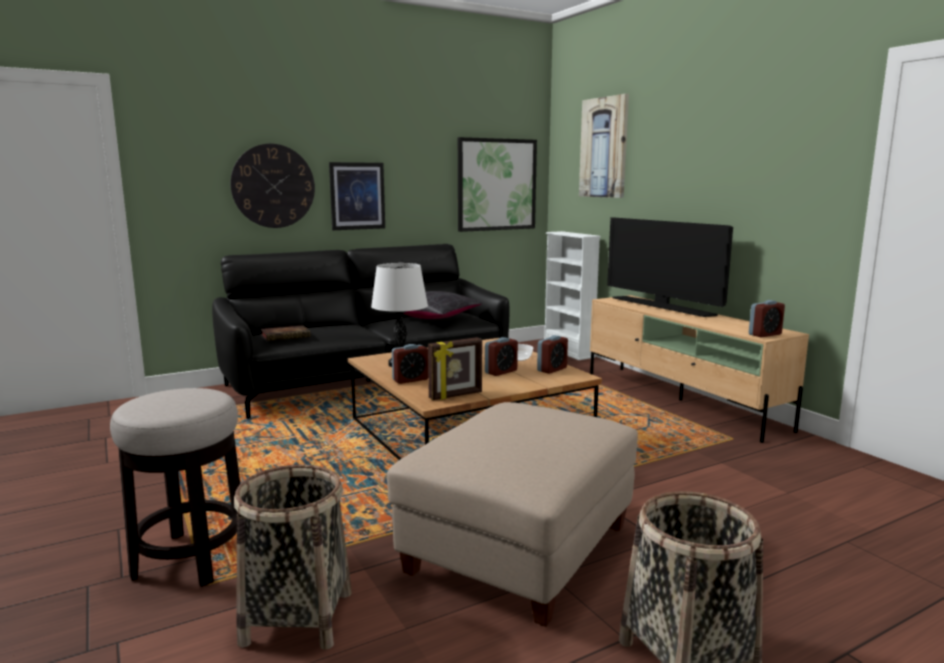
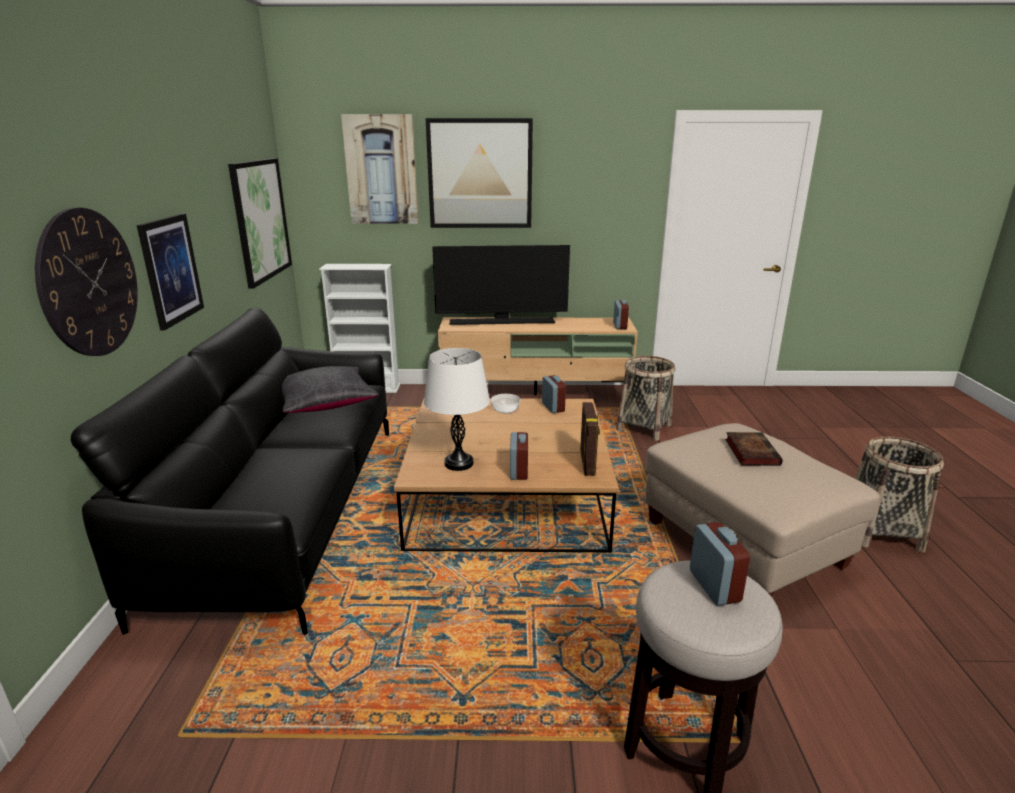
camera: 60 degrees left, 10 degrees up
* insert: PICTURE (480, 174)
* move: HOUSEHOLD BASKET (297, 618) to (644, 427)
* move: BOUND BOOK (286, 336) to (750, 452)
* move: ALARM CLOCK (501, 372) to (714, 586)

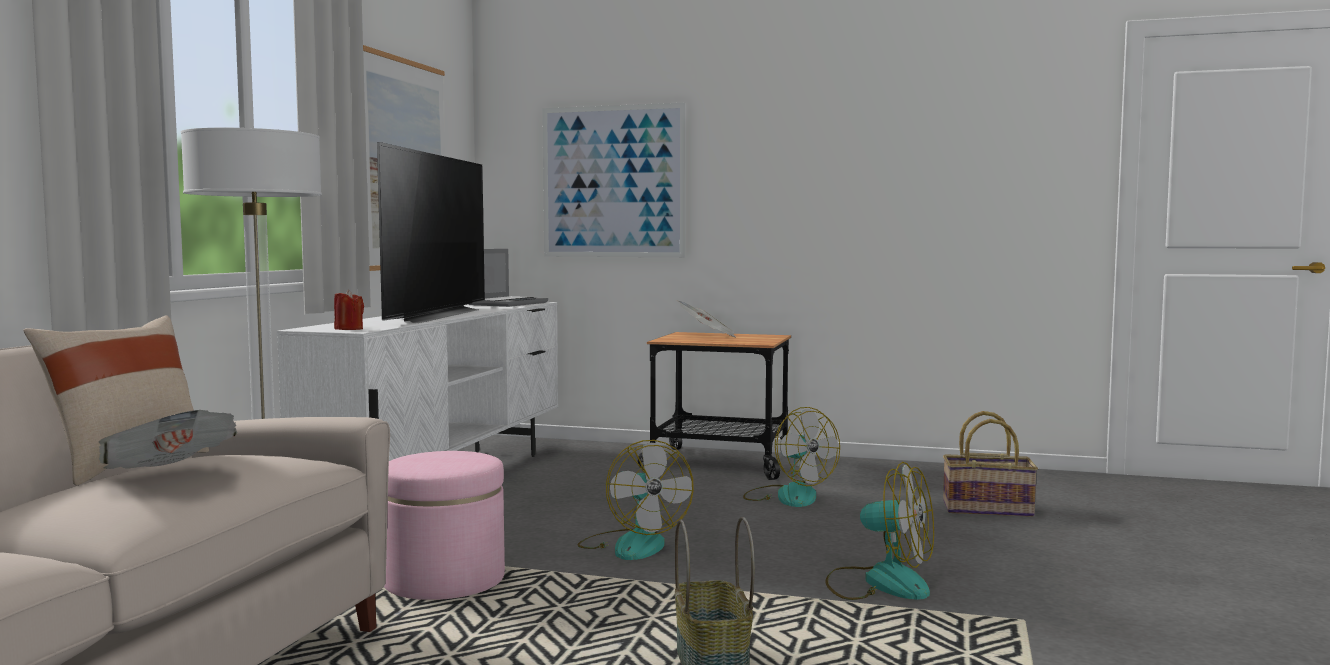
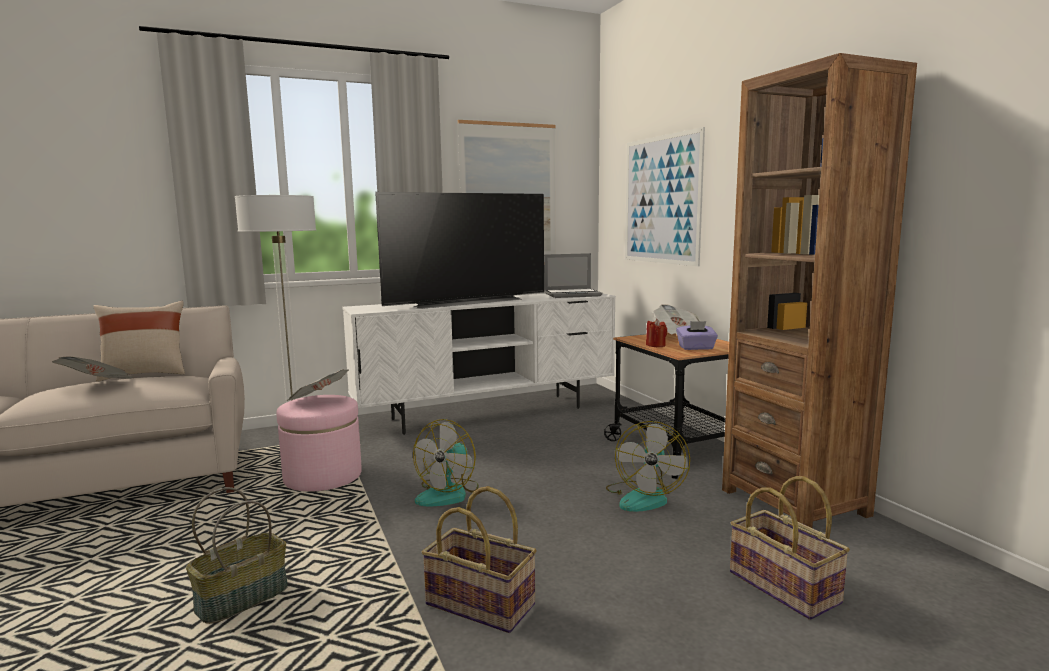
camera: 50 degrees right, 5 degrees up
* insert: NEWSPAPER (319, 401)
* insert: PURPLISH TISSUE BOX (696, 348)
* insert: BROWNISH SHELVING UNIT (794, 502)
* move: RED-COLOURED CANDLE (349, 329) to (655, 345)
* replace: ELECTRIC FAN (880, 582) to HOUSEHOLD BASKET (481, 603)

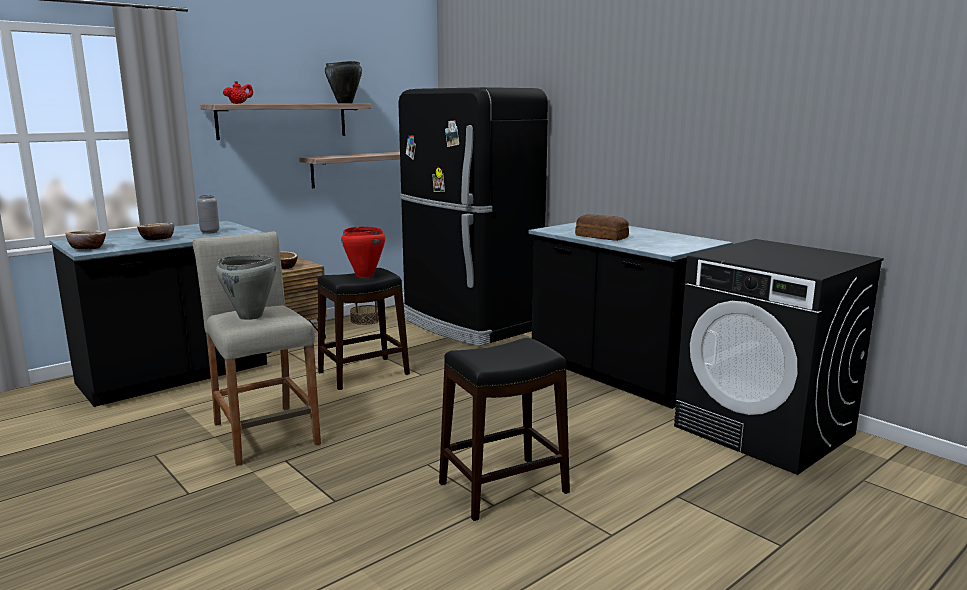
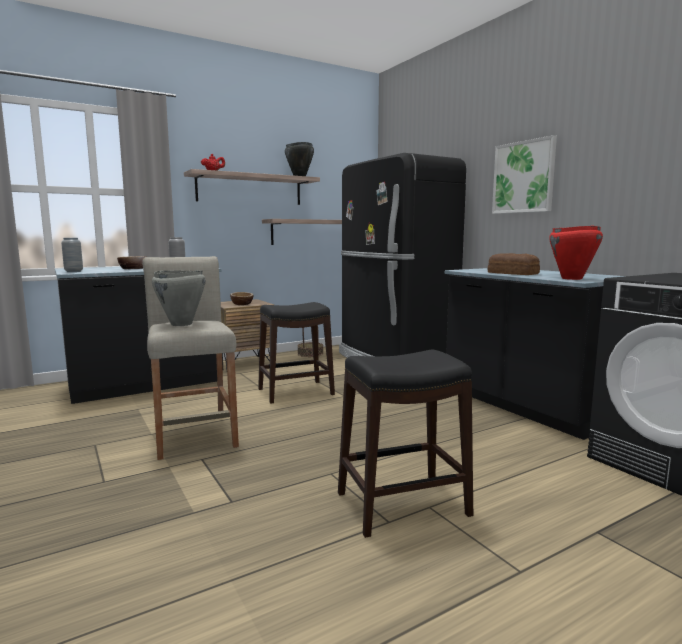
camera: 10 degrees right, 5 degrees down
* insert: PICTURE (523, 177)
* move: RED-COLOURED STOCKPOT (364, 275) to (571, 278)
* replace: DEEP DISH (87, 248) to GREYISH FLOWER VASE (73, 271)

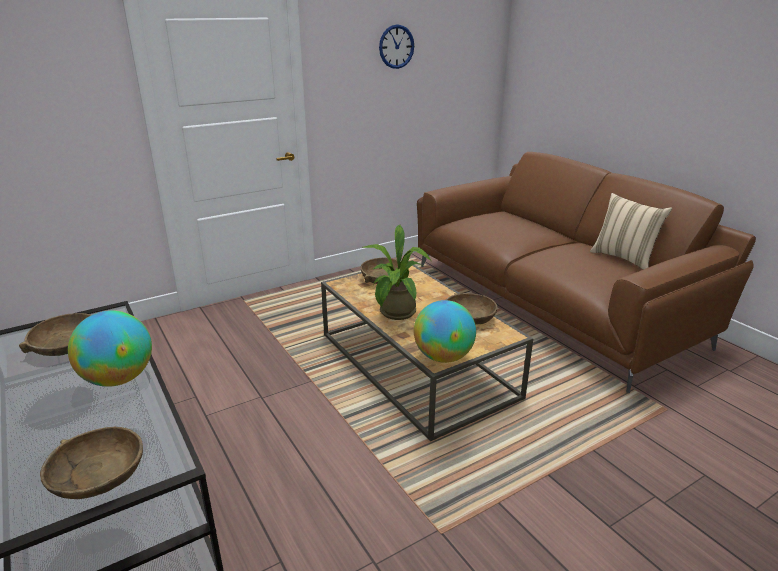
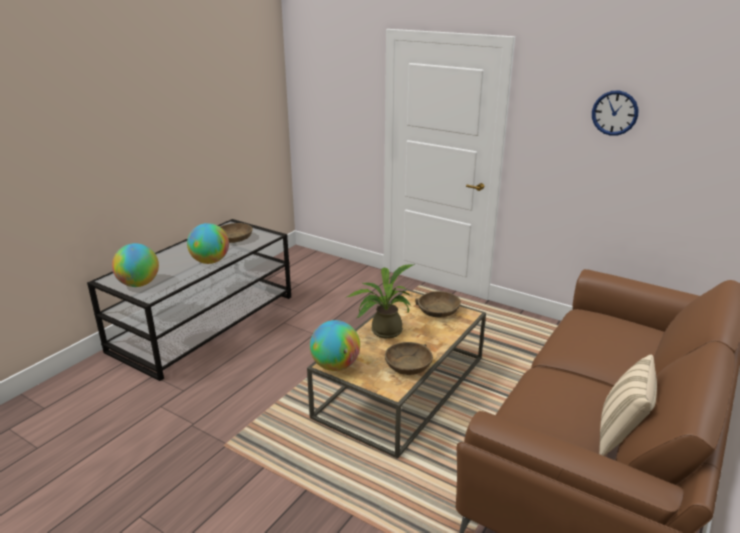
camera: 65 degrees right, 0 degrees up
* replace: BROWNISH DEEP DISH (97, 474) to WORLD GLOBE (139, 284)

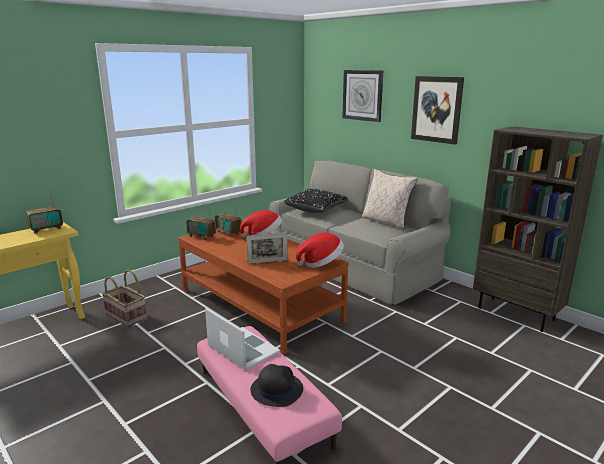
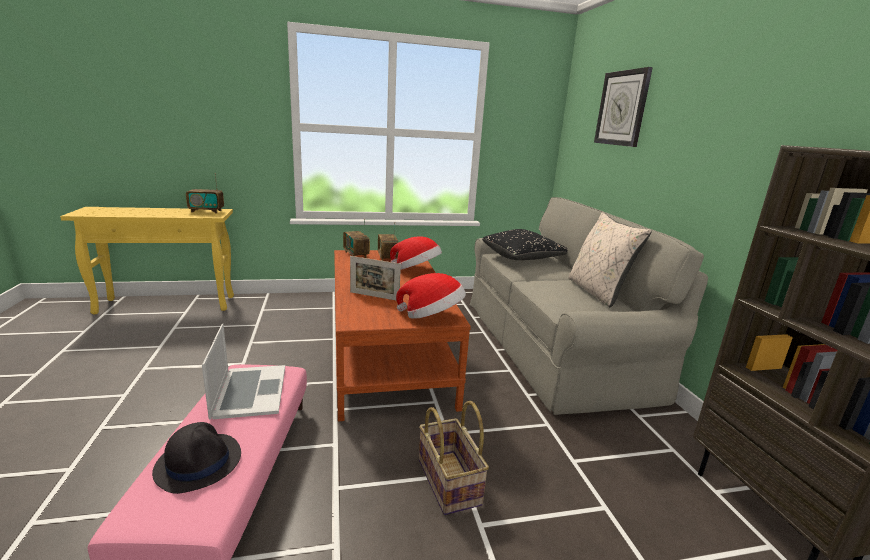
camera: 30 degrees right, 0 degrees up
* delete: PICTURE (436, 109)
* move: HOUSEHOLD BASKET (126, 316) to (450, 482)

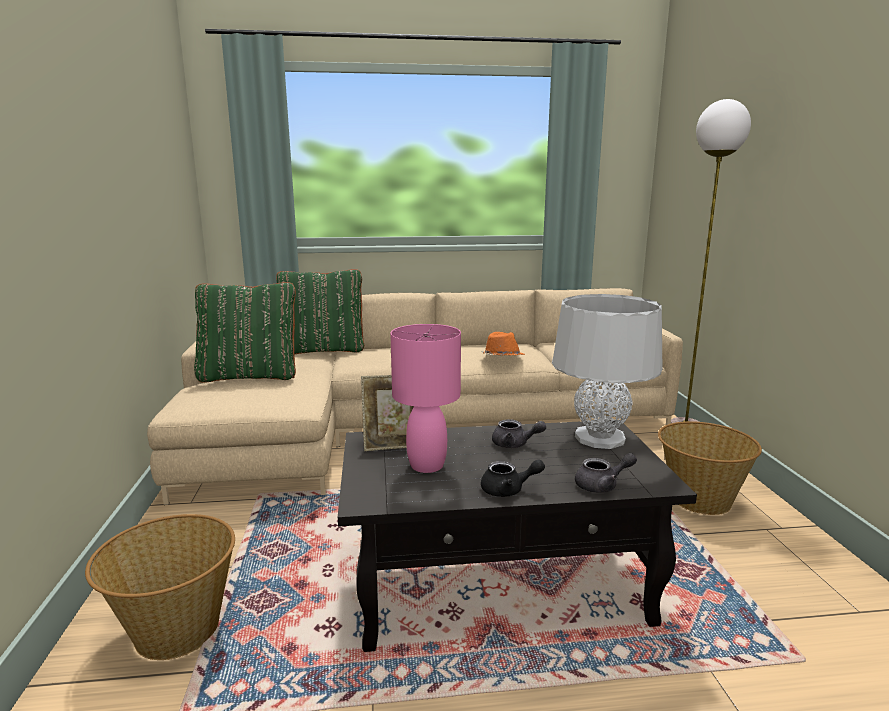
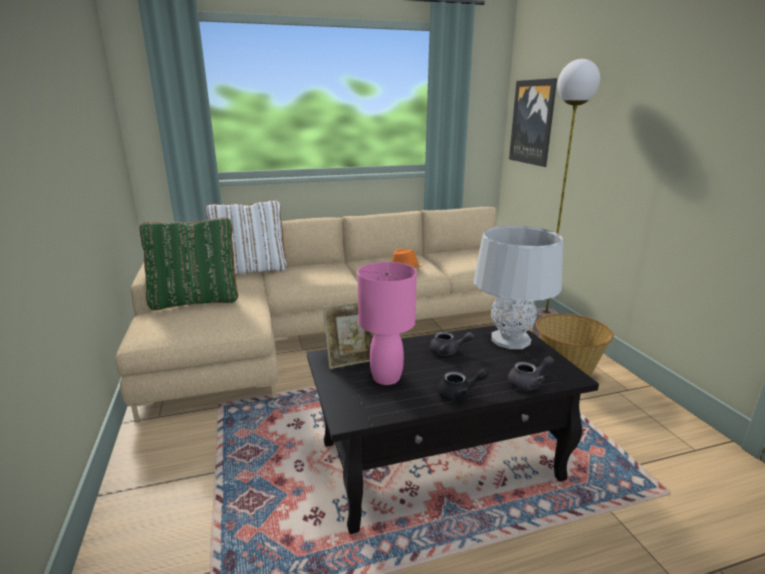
camera: 10 degrees left, 5 degrees up
* delete: HOUSEHOLD BASKET (175, 630)
* insert: PICTURE (533, 122)
* recolor: GREENISH PILLOW (323, 350) to WHITE-COLOURED PILLOW (250, 270)

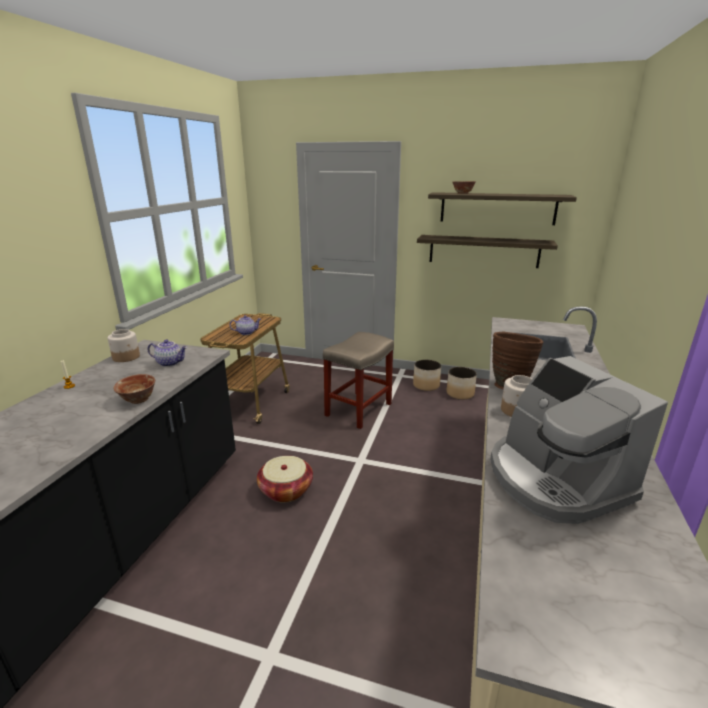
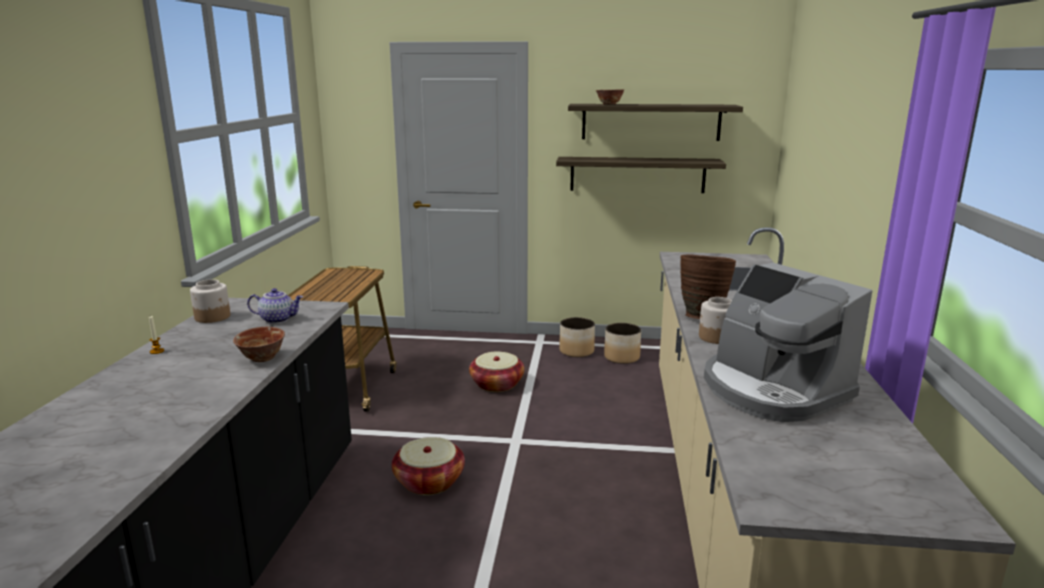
camera: 10 degrees left, 5 degrees down
* delete: POT FOR TEA (246, 332)
* replace: SAND-COLOURED STOOL SEAT (359, 409) to HOUSEHOLD BASKET (497, 384)

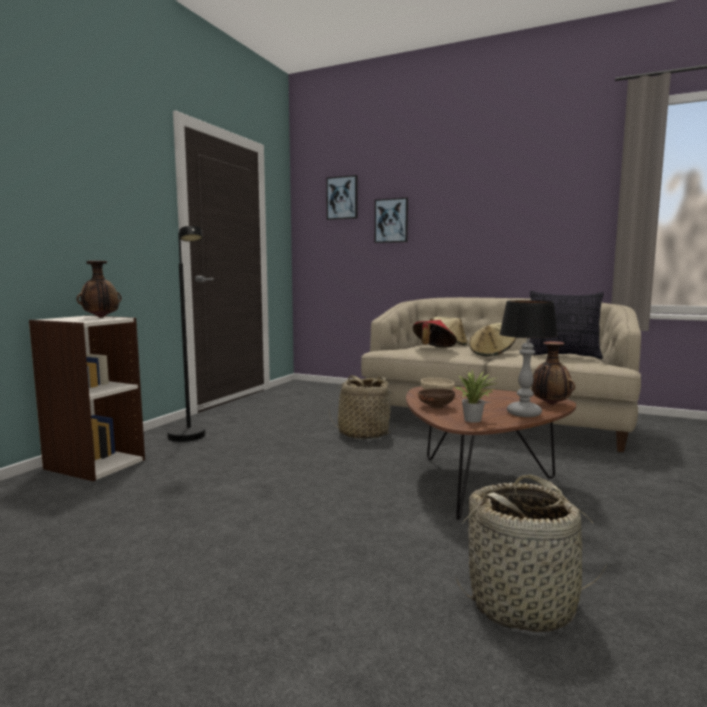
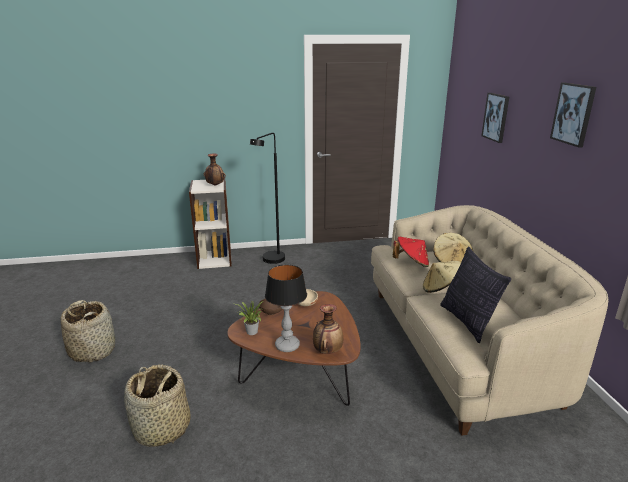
camera: 55 degrees right, 15 degrees up
* move: PICTURE (342, 198) to (573, 114)
* move: HOUSEHOLD BASKET (363, 434) to (93, 350)

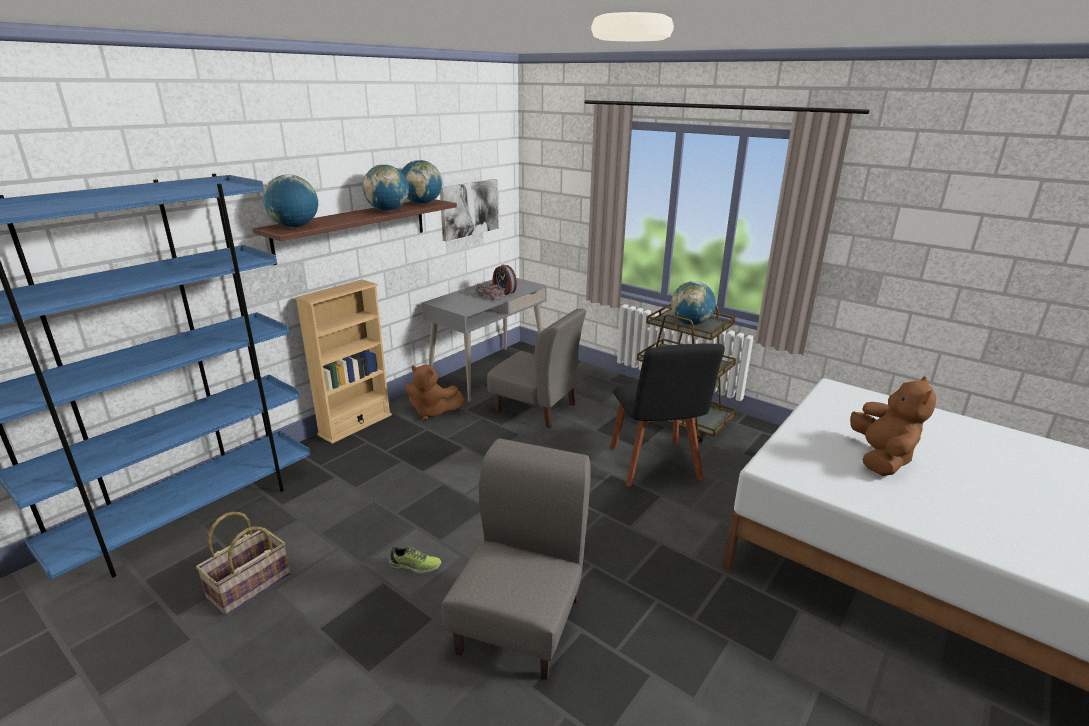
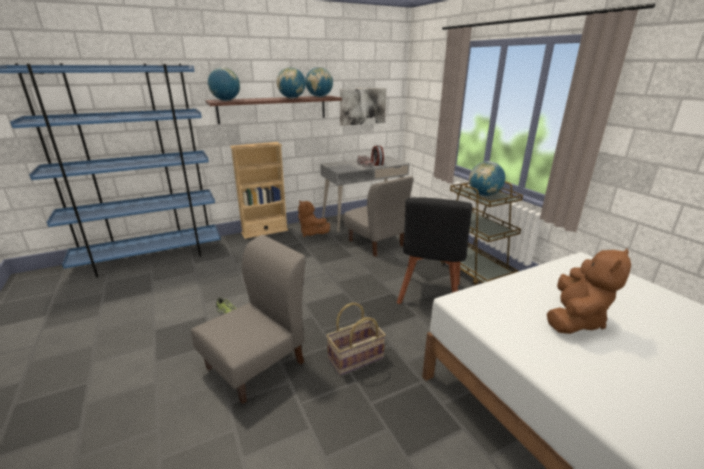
camera: 25 degrees right, 0 degrees up
* move: HOUSEHOLD BASKET (249, 587) to (356, 359)

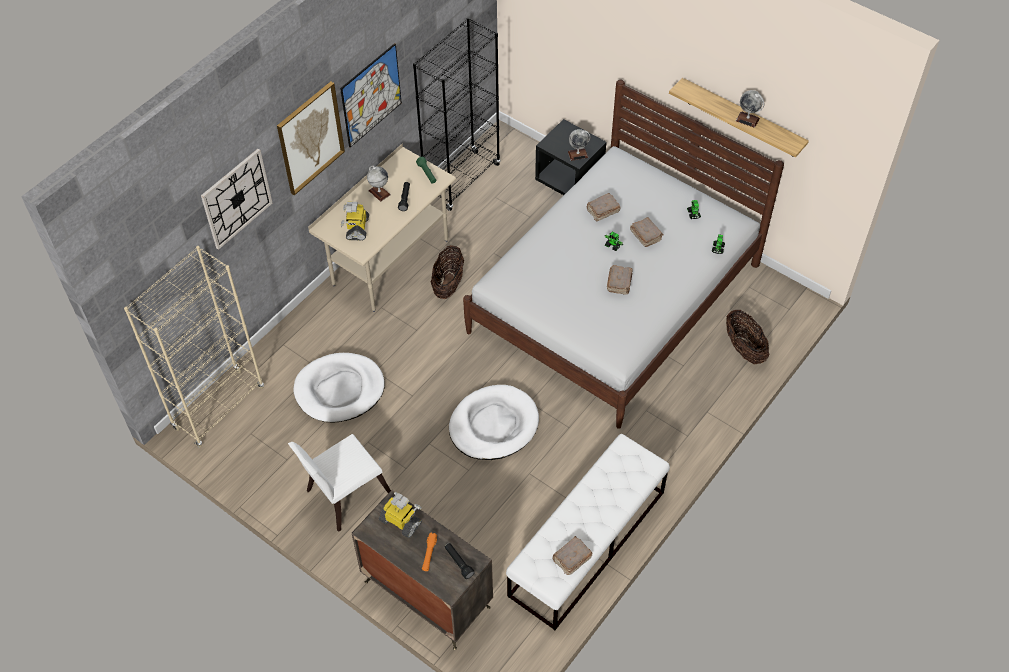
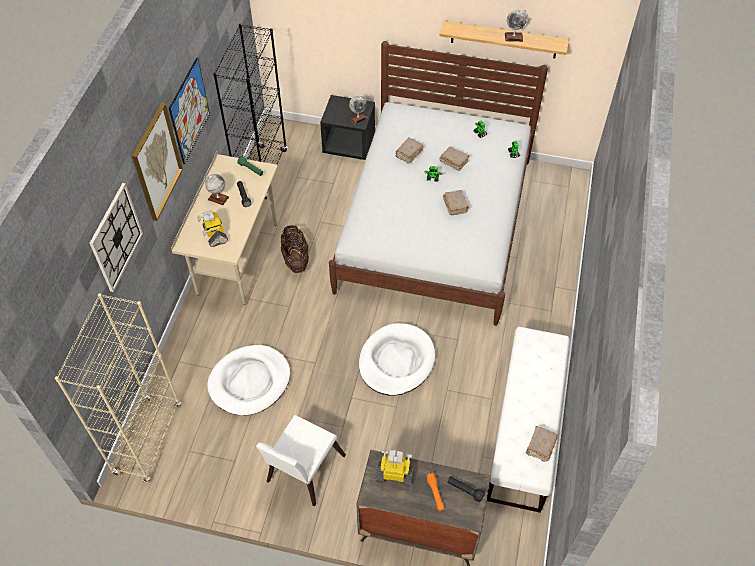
camera: 25 degrees left, 0 degrees up
* delete: HOUSEHOLD BASKET (744, 348)

